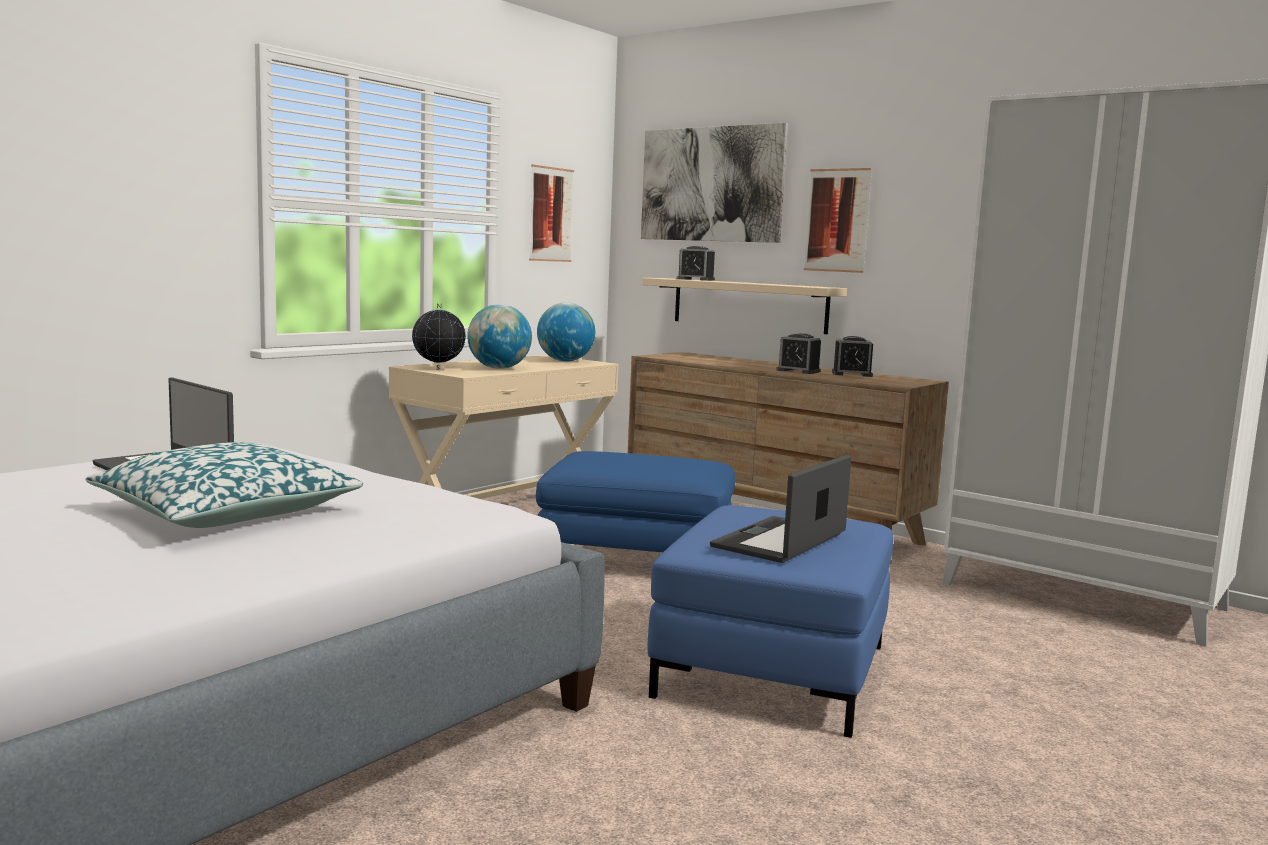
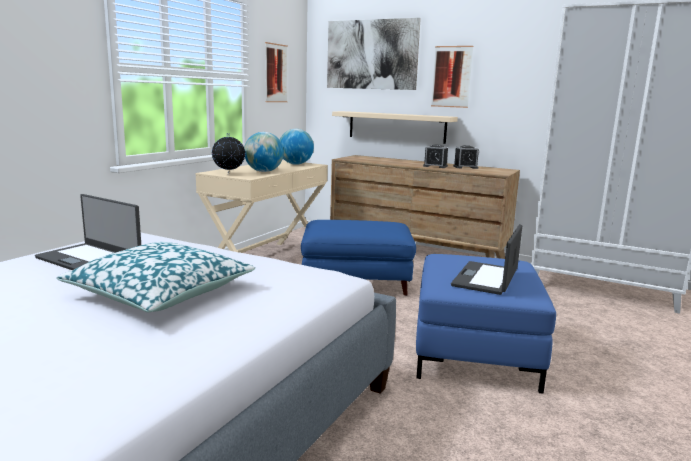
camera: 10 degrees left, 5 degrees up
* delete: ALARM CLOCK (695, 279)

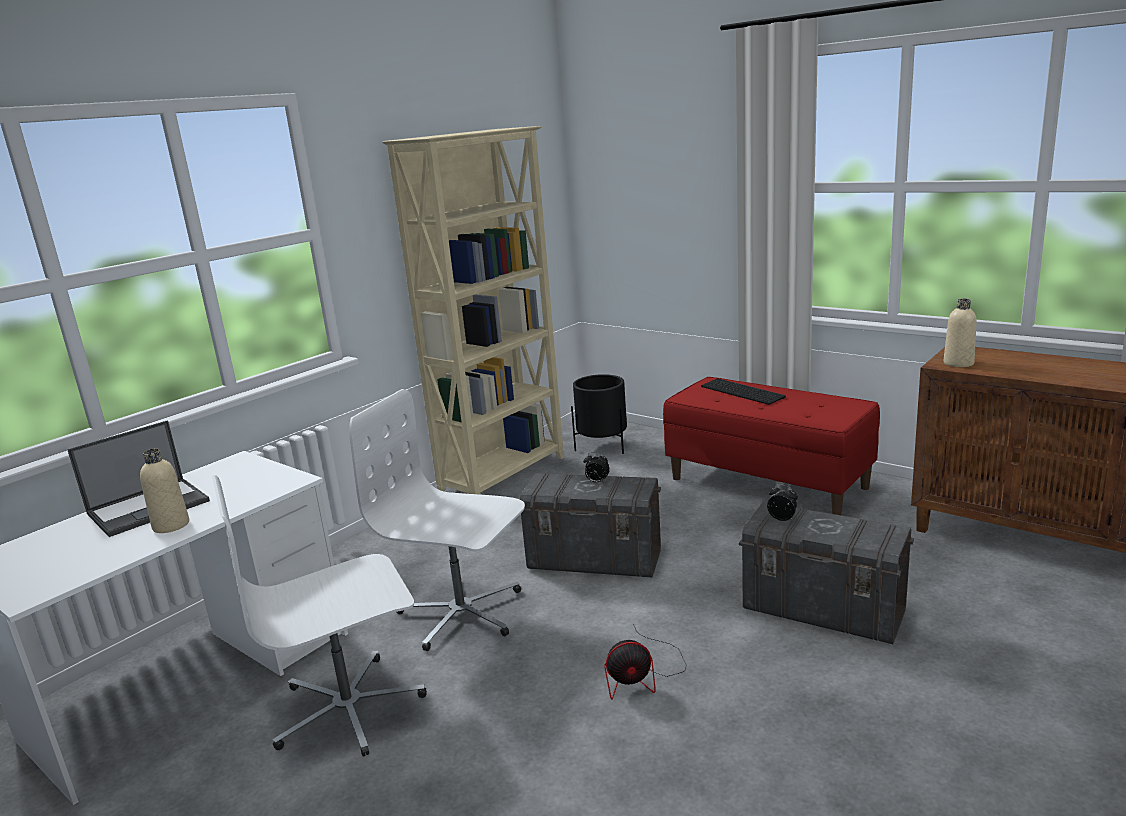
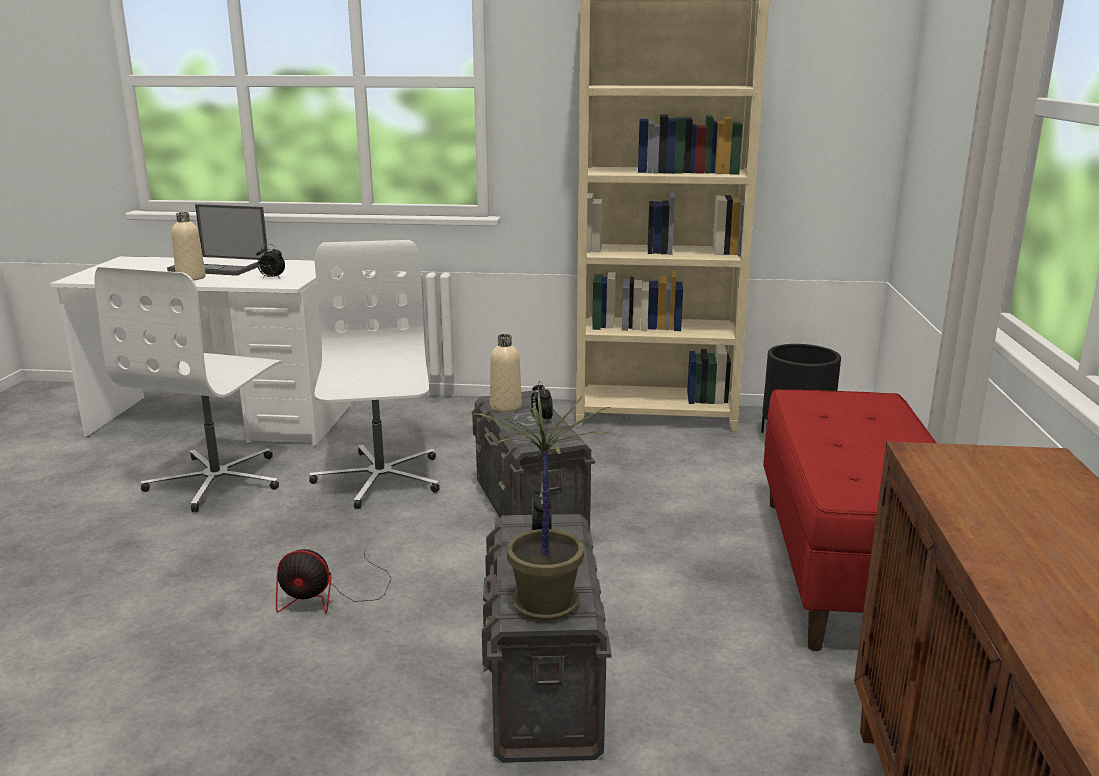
camera: 55 degrees right, 0 degrees up
* delete: KEYBOARD (743, 391)
* insert: ALARM CLOCK (271, 278)
* insert: PLANT IN A POT (543, 603)
* move: SAND-COLOURED BOTTLE (958, 363) to (505, 406)
* rotate: WHITE-COLOURED OFFICE CHAIR (349, 708) = (218, 481) 105 degrees counterclockwise
* rotate: ELECTRIC FAN (642, 675) = (331, 595) 45 degrees counterclockwise

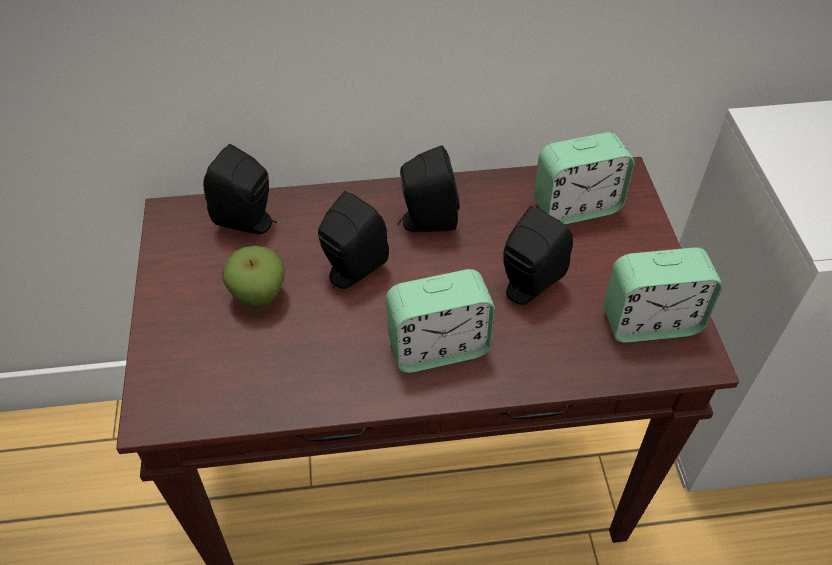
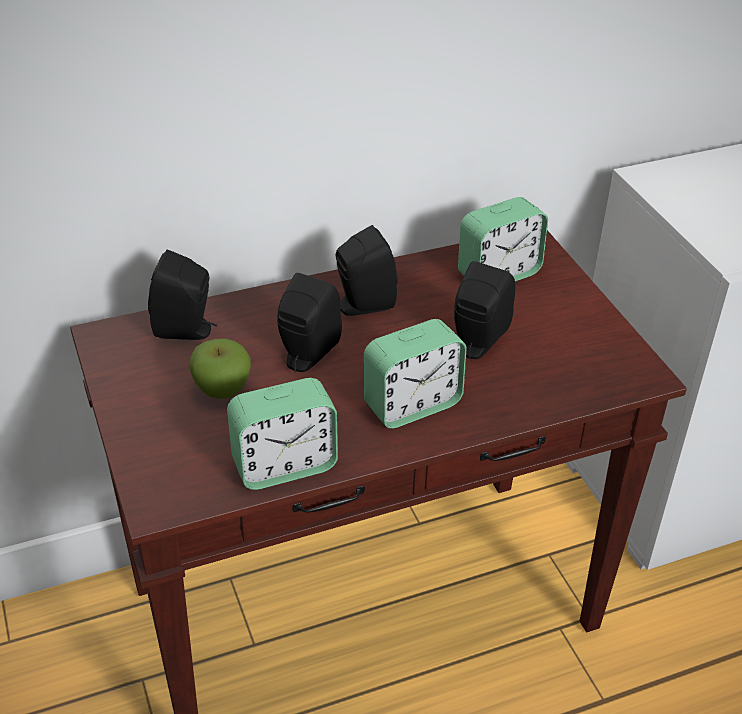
camera: 15 degrees left, 10 degrees down
* move: ALARM CLOCK (650, 322) to (284, 465)

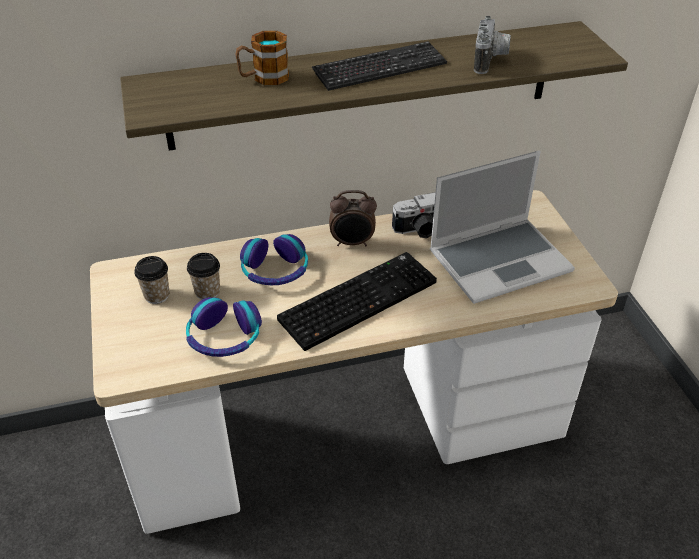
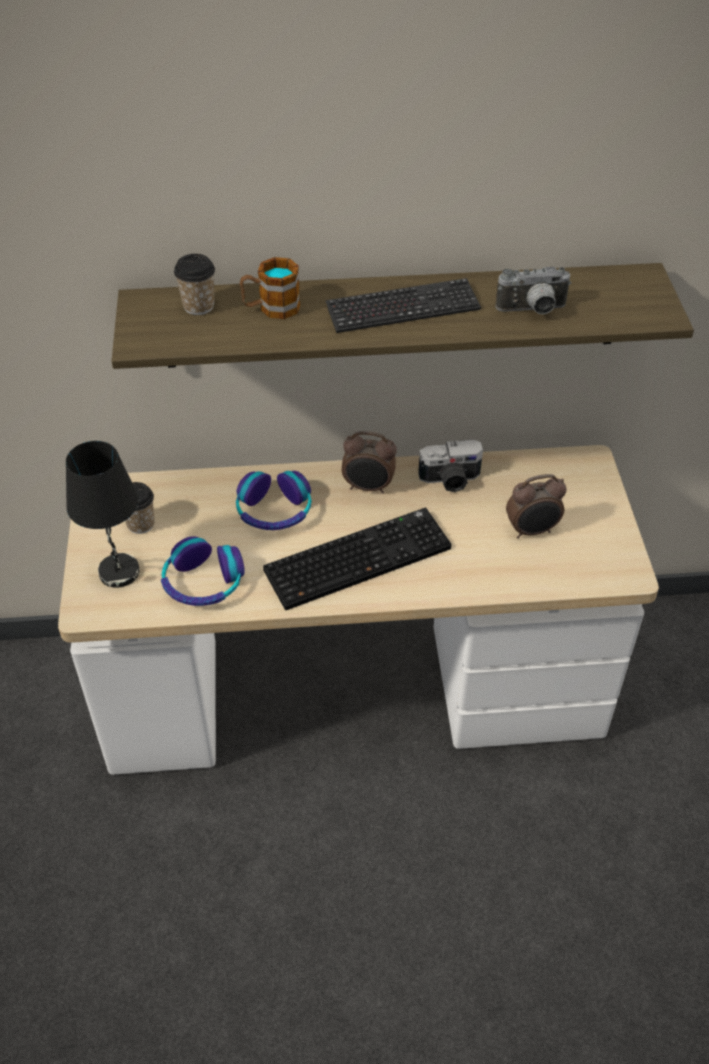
camera: 10 degrees right, 5 degrees up
* insert: BLACK TABLE LAMP (120, 572)
* move: SMALL CUP (207, 292) to (199, 306)
* replace: NOTEBOOK COMPUTER (500, 260) to ALARM CLOCK (532, 531)
* rotate: PHOTO CAMERA (490, 61) = (532, 311) 60 degrees clockwise

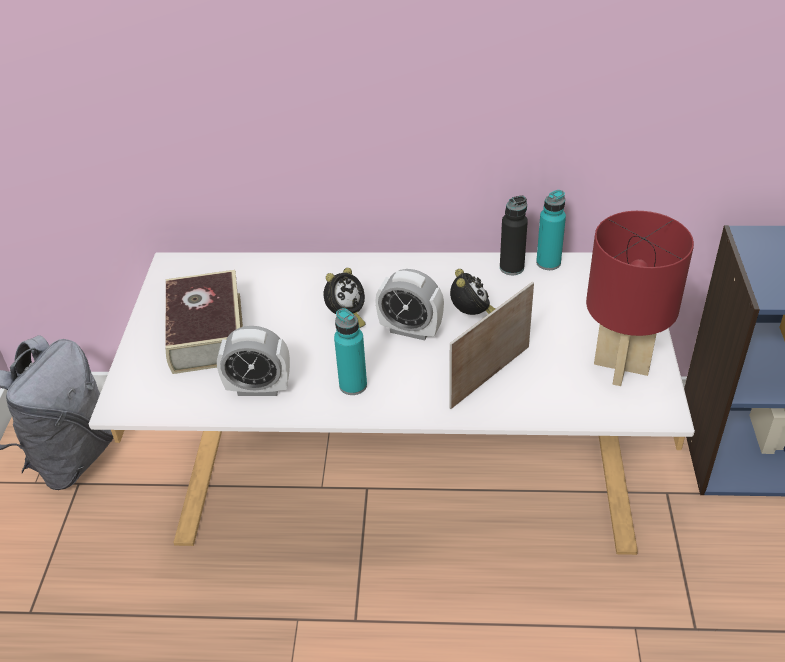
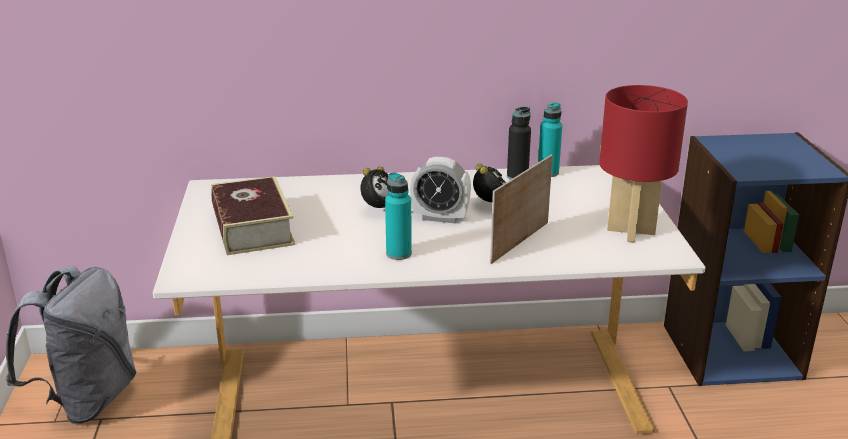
camera: 10 degrees left, 15 degrees down
* delete: ALARM CLOCK (258, 388)

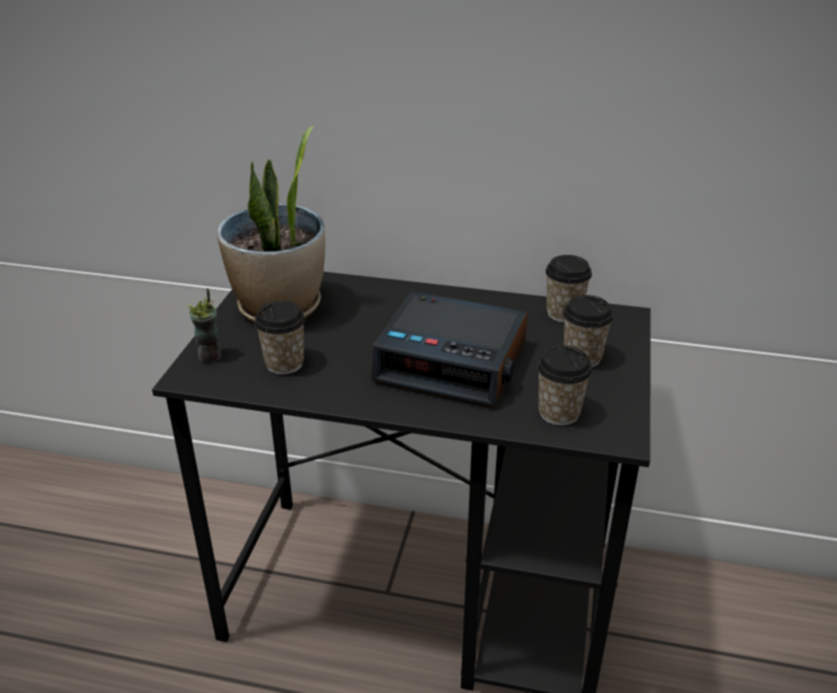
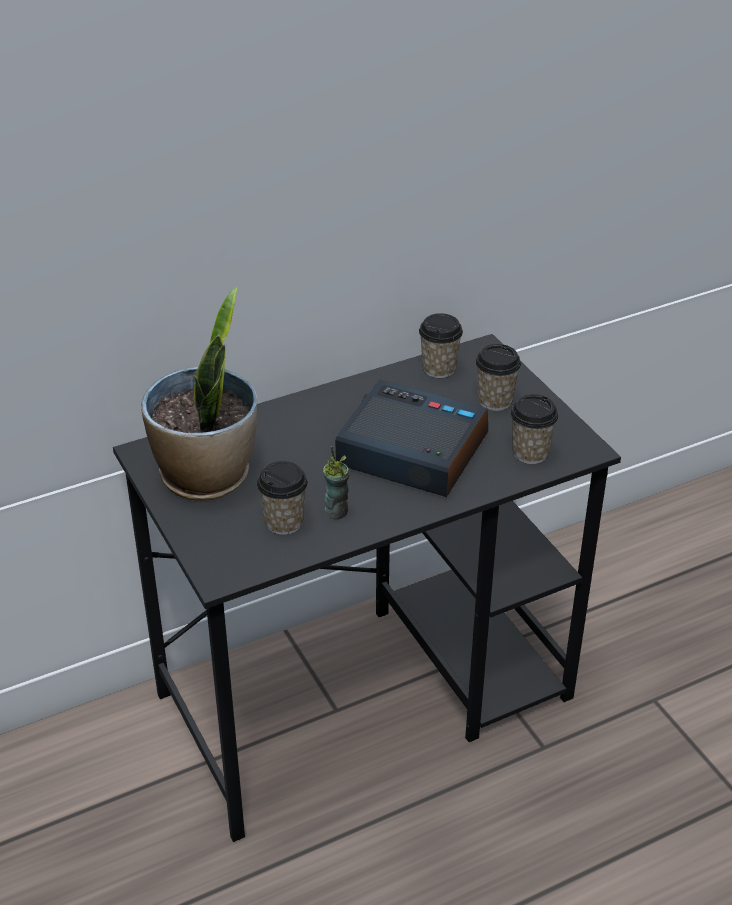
camera: 40 degrees left, 5 degrees up
* move: SMALL CUP (210, 356) to (337, 511)
* rotate: ALARM CLOCK (453, 362) = (410, 451) 135 degrees counterclockwise

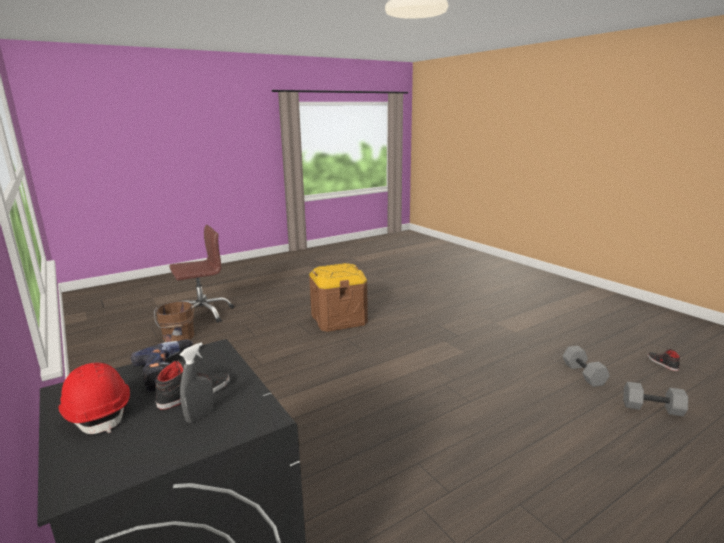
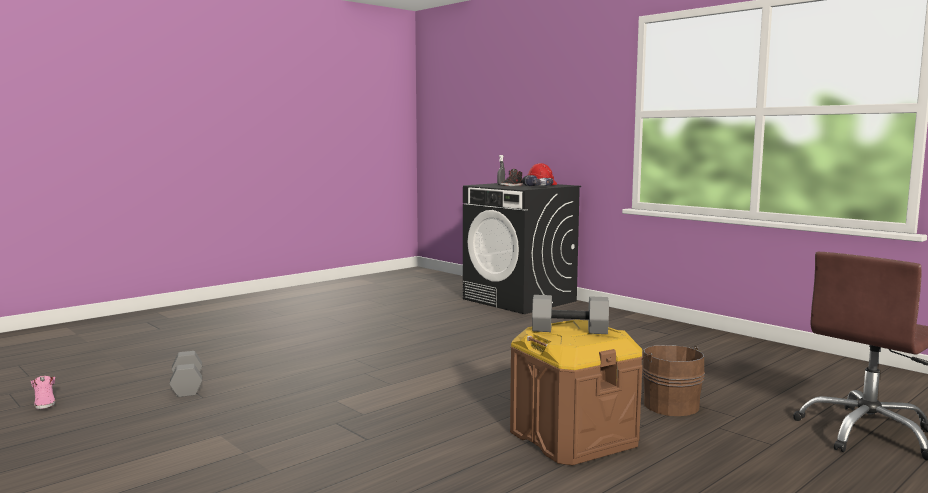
camera: 170 degrees right, 10 degrees down
* move: BROWNISH BUCKET (178, 337) to (669, 405)
* move: GREYISH DUMBBELL (652, 408) to (570, 330)
* recolor: BLACK LOW SHOE (662, 363) to PINK-COLOURED LOW SHOE (45, 403)

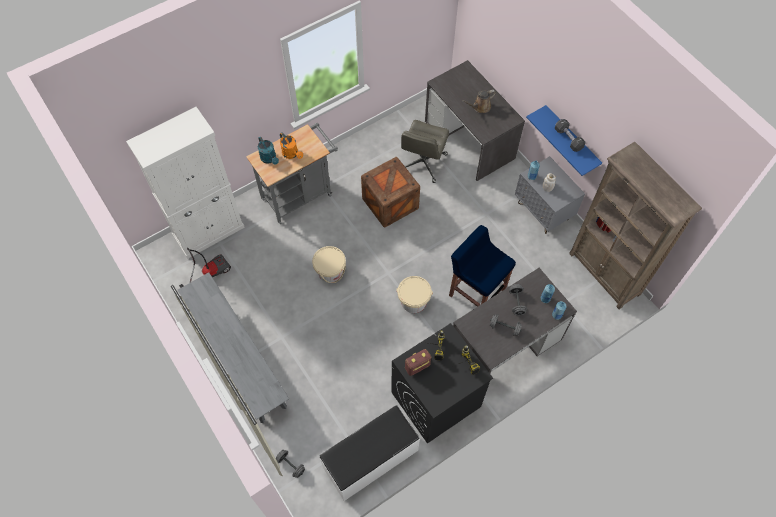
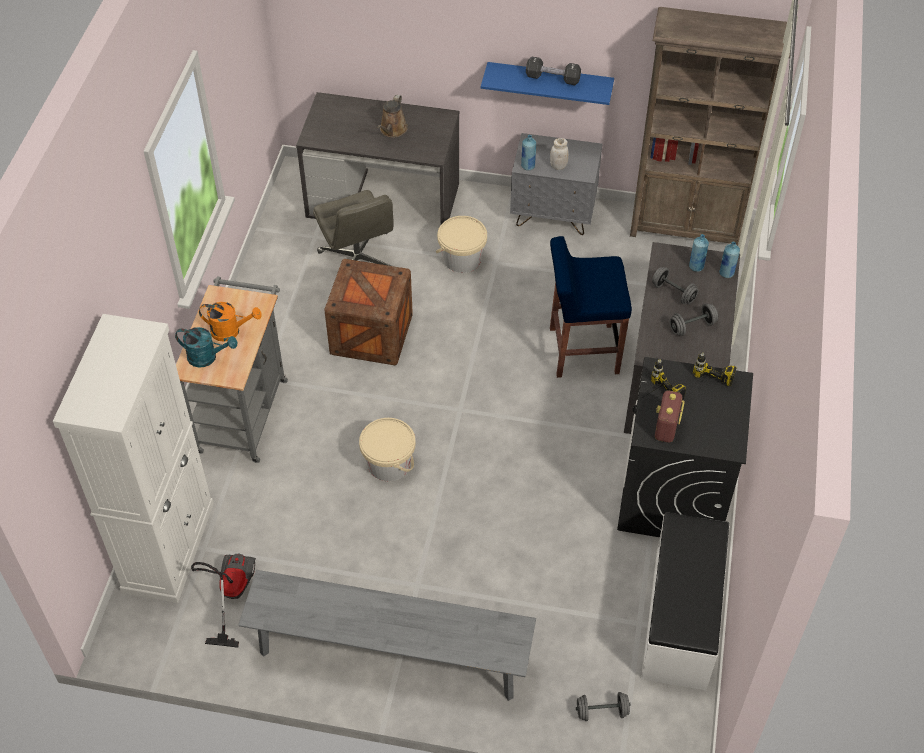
camera: 45 degrees left, 10 degrees down
* move: SAND-COLOURED BUCKET (413, 301) to (462, 259)

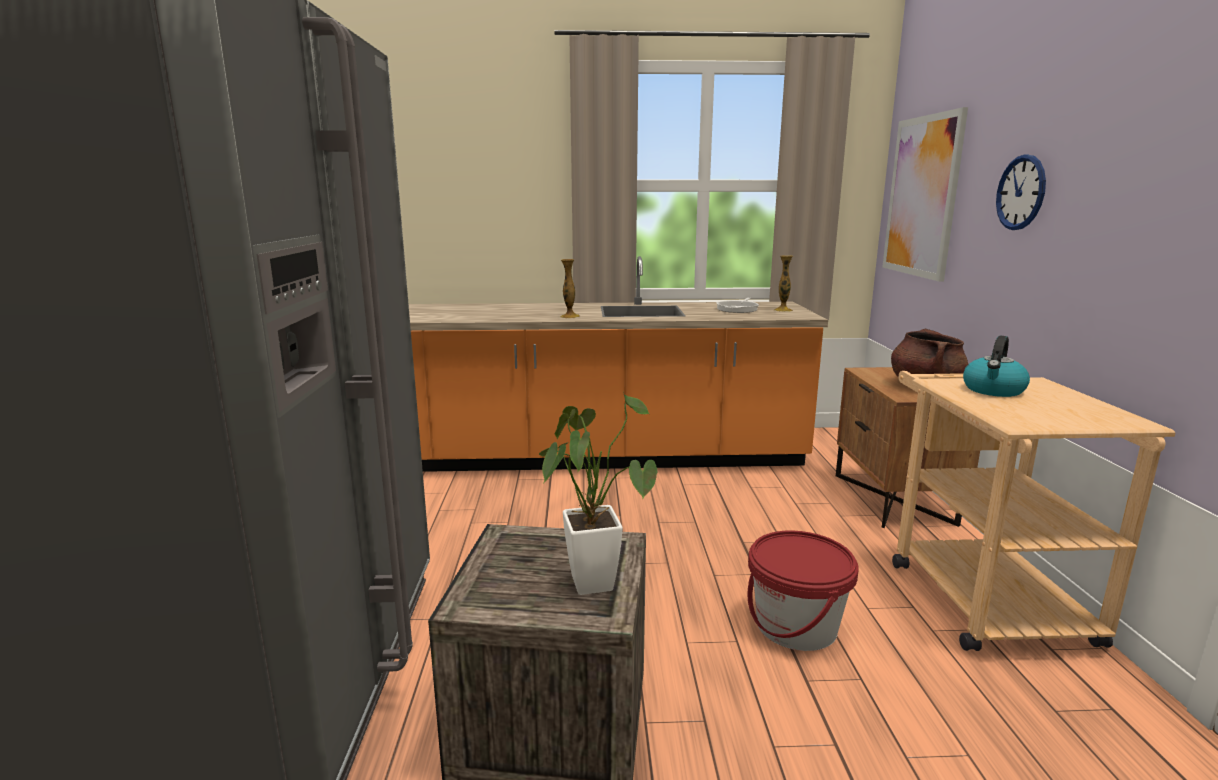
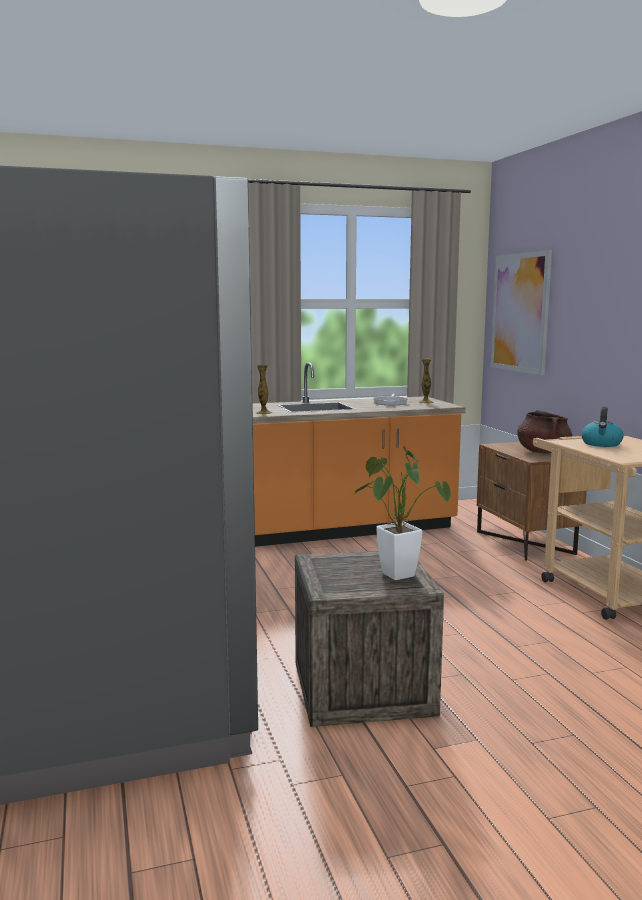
camera: 15 degrees left, 5 degrees down
* delete: RED-COLOURED BUCKET (796, 626)
* delete: HANGING CLOCK (1021, 192)

